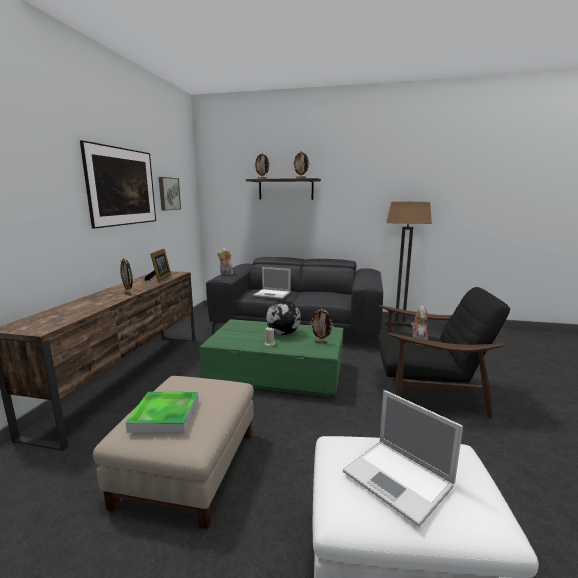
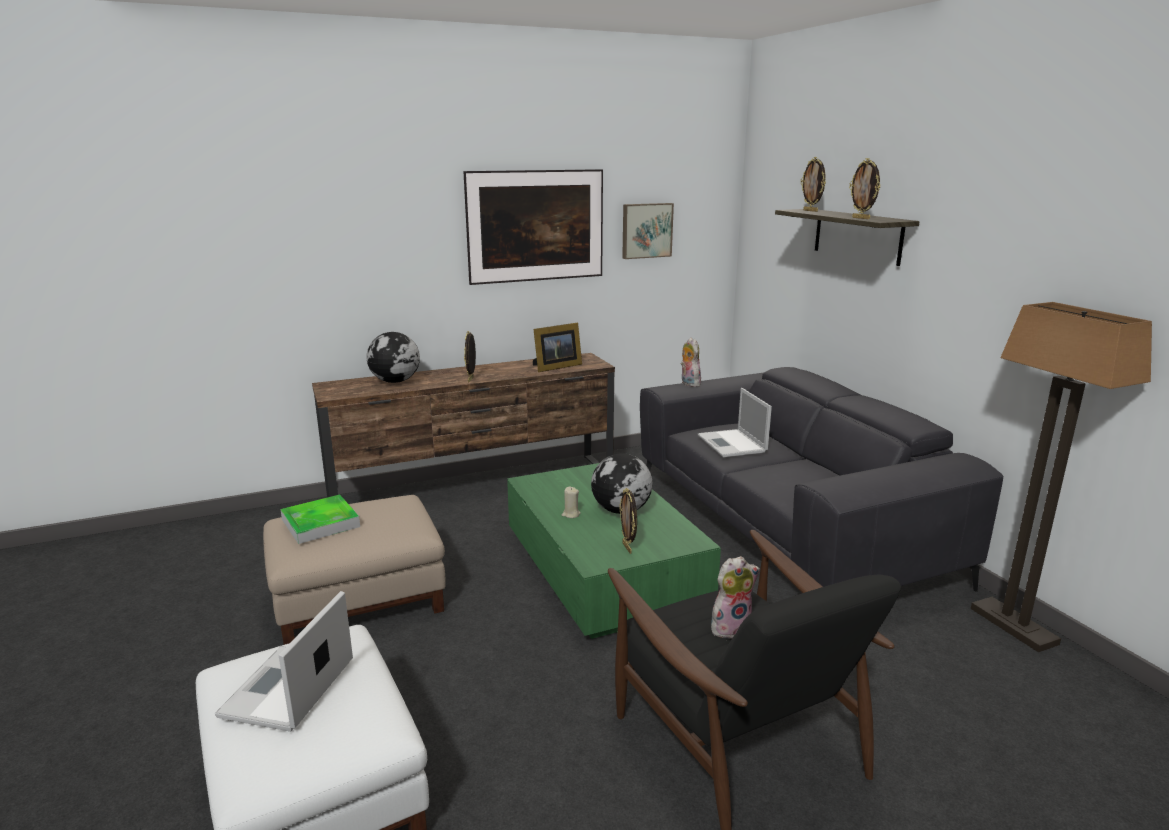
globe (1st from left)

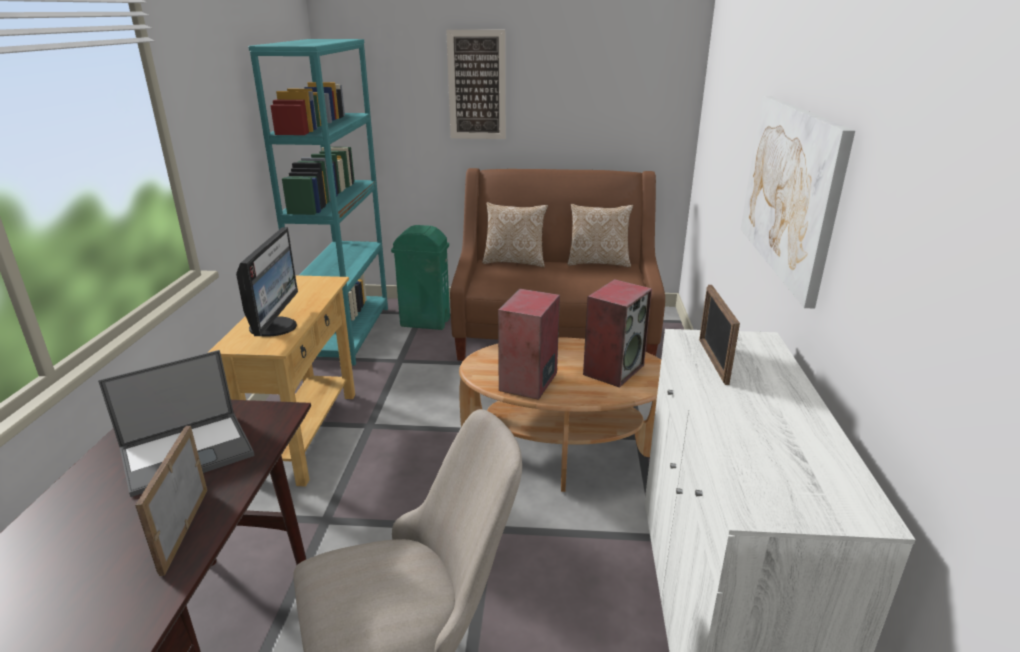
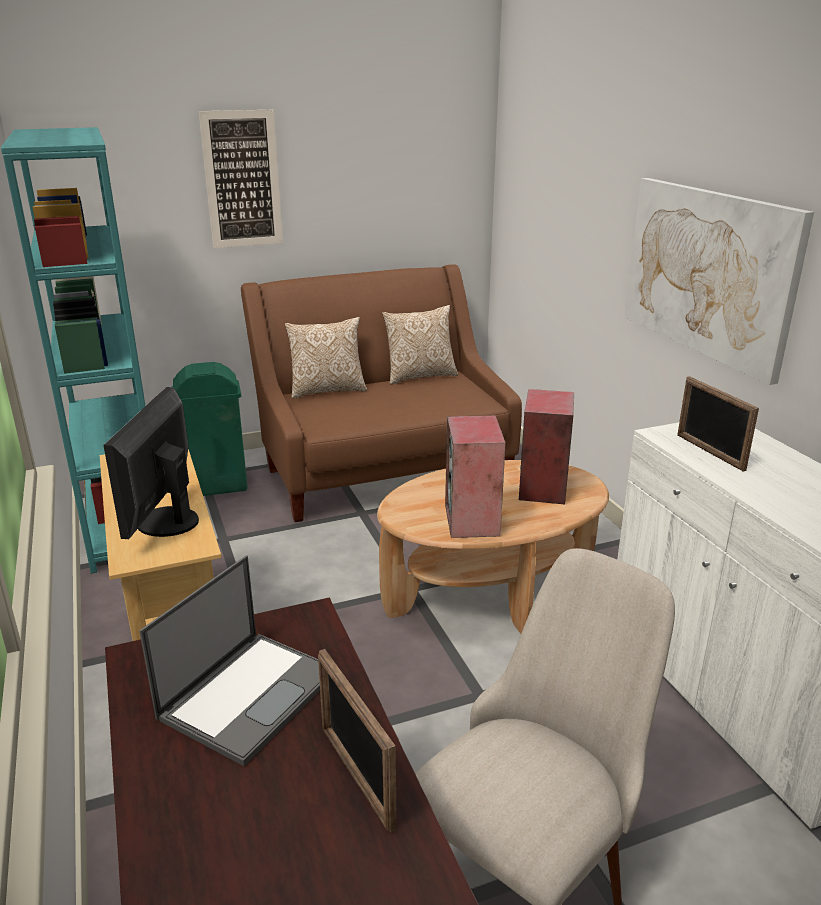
monitor

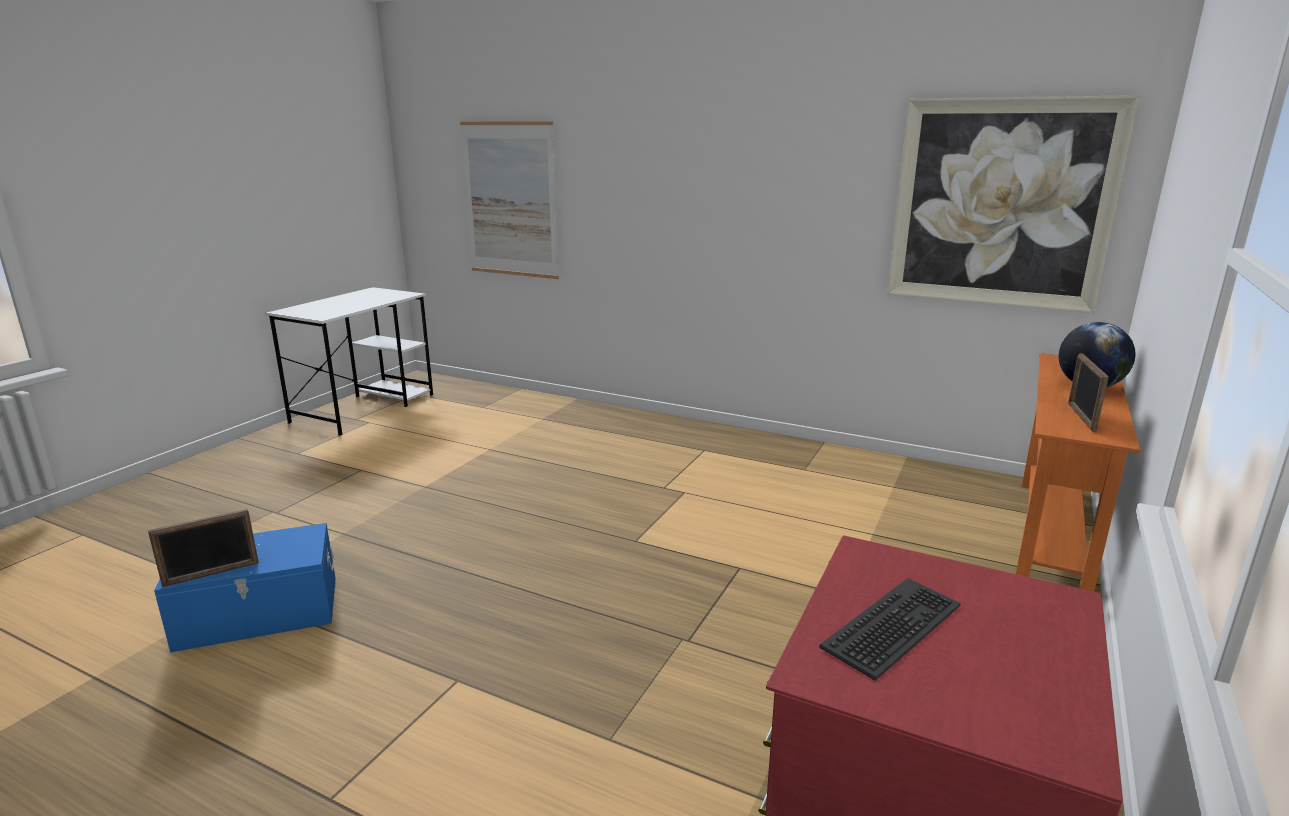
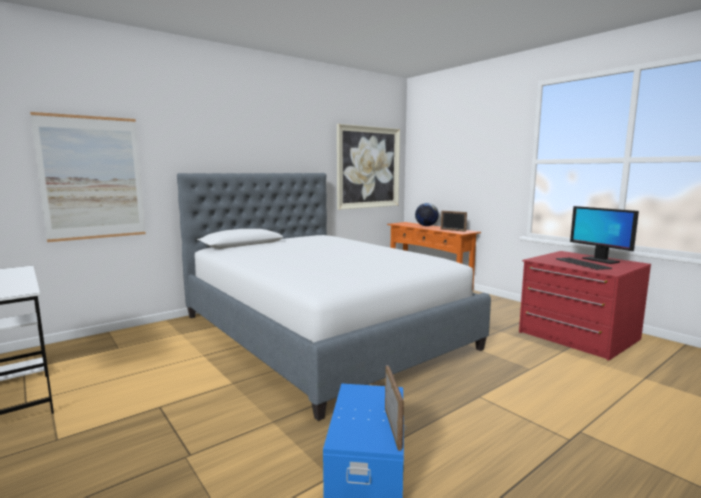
bed
monitor

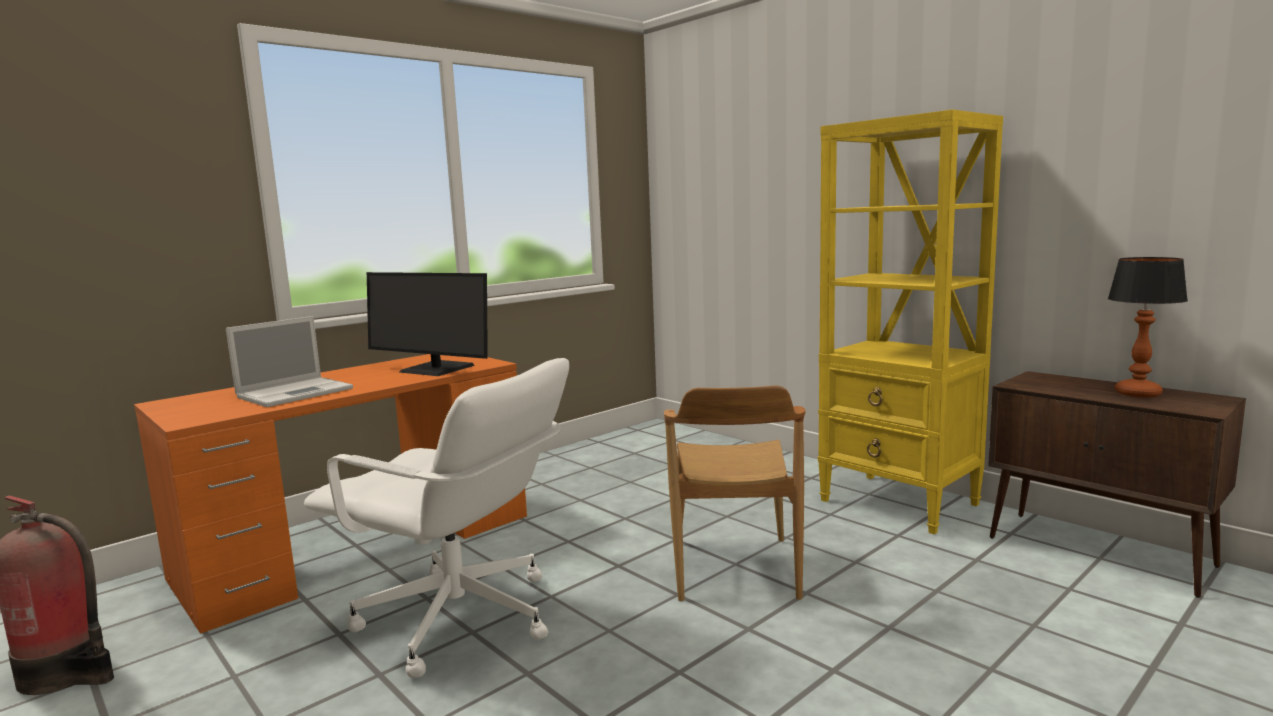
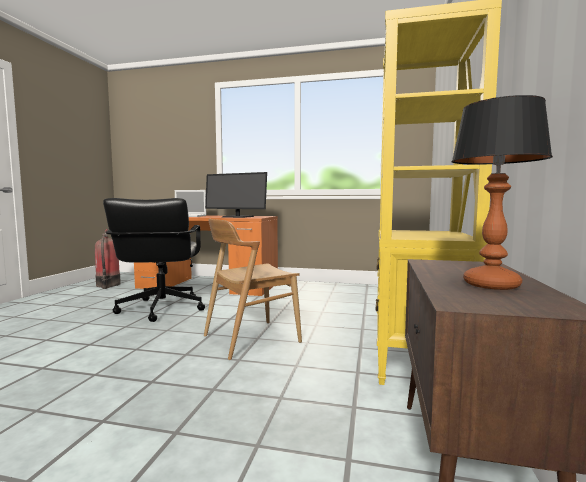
black office chair
monitor

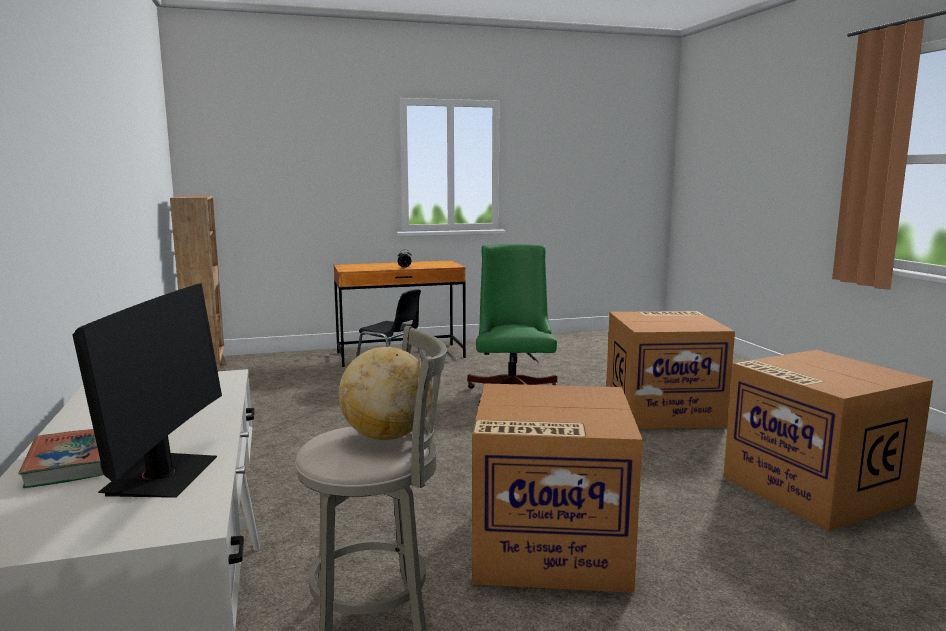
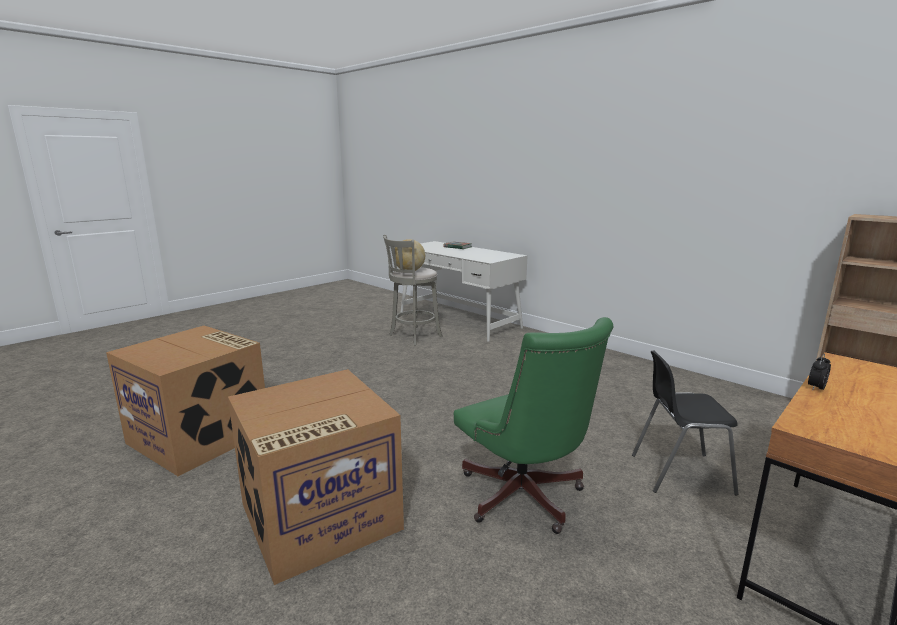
monitor
cardboard box (1st from left in the first image)

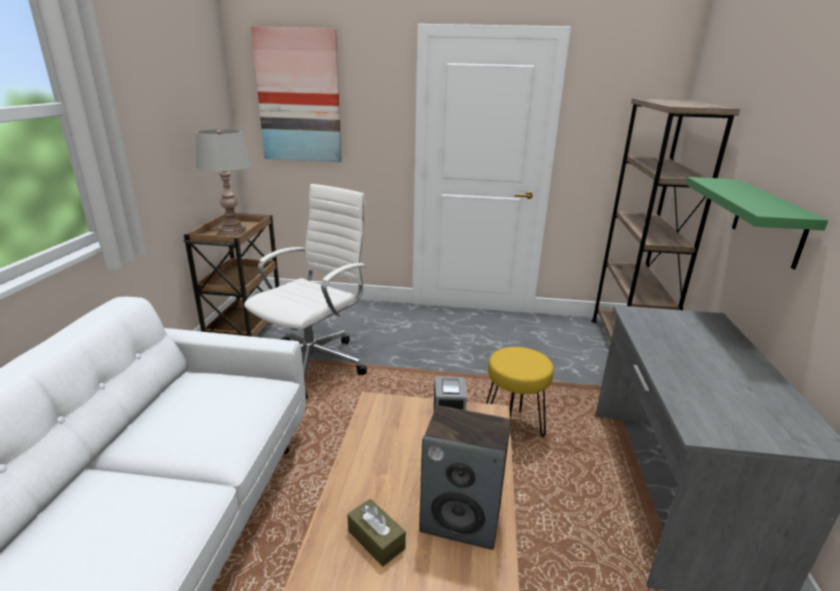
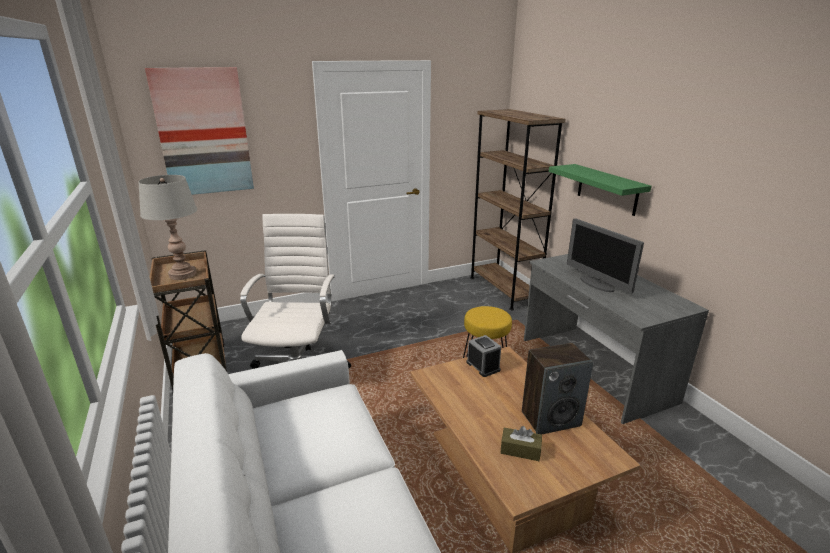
monitor

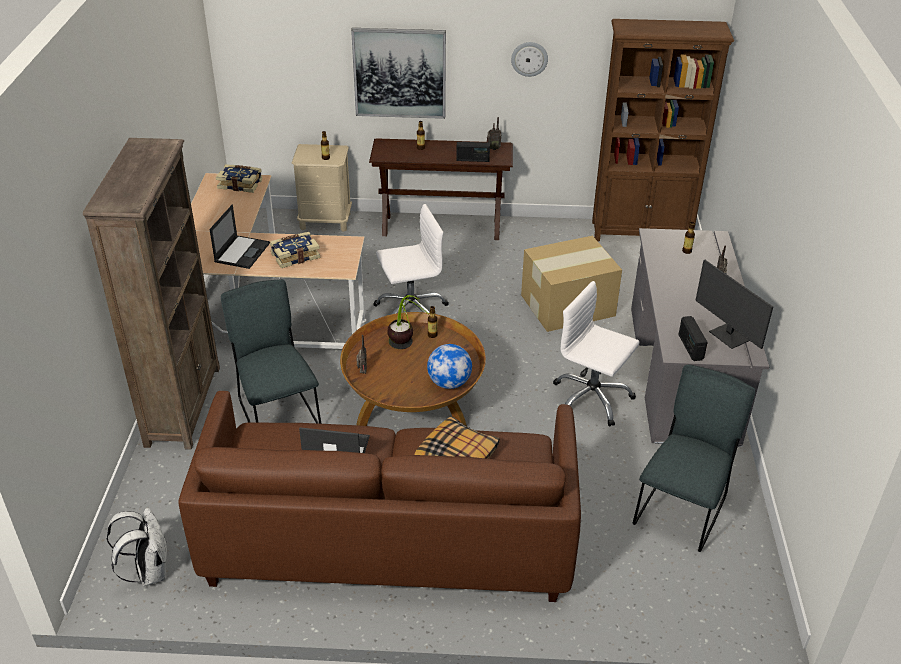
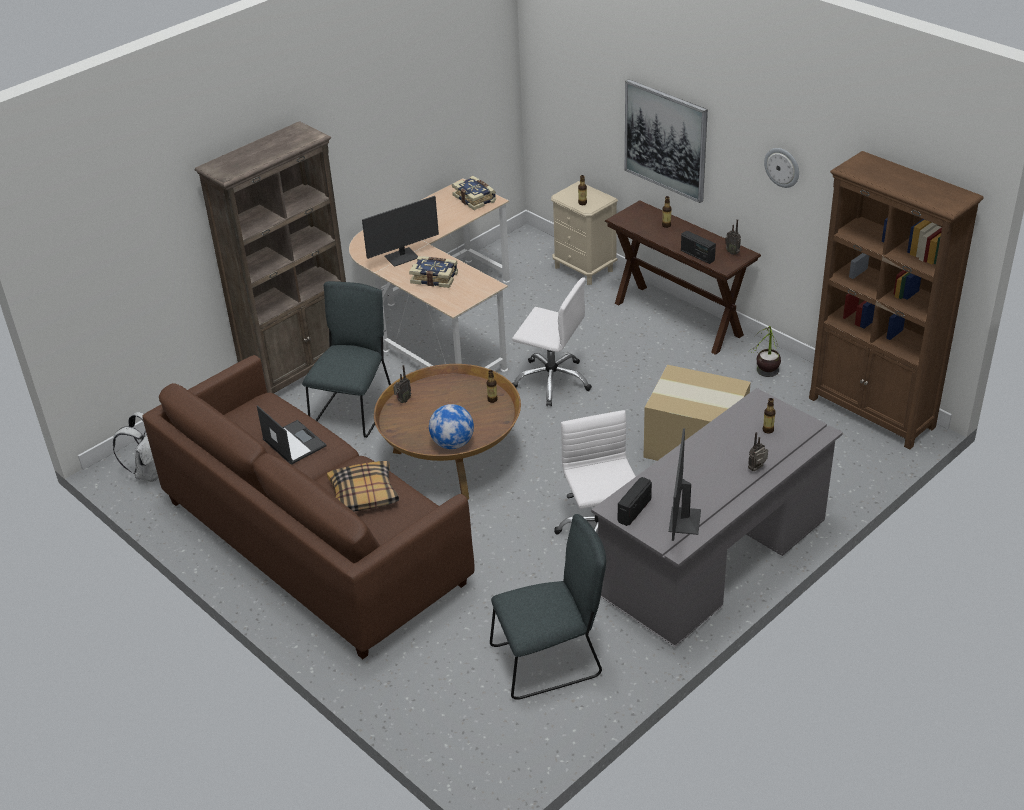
monitor (1st from left)
potted plant

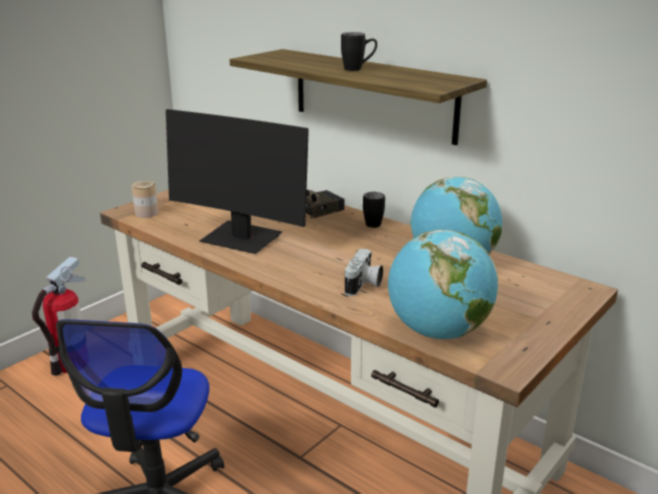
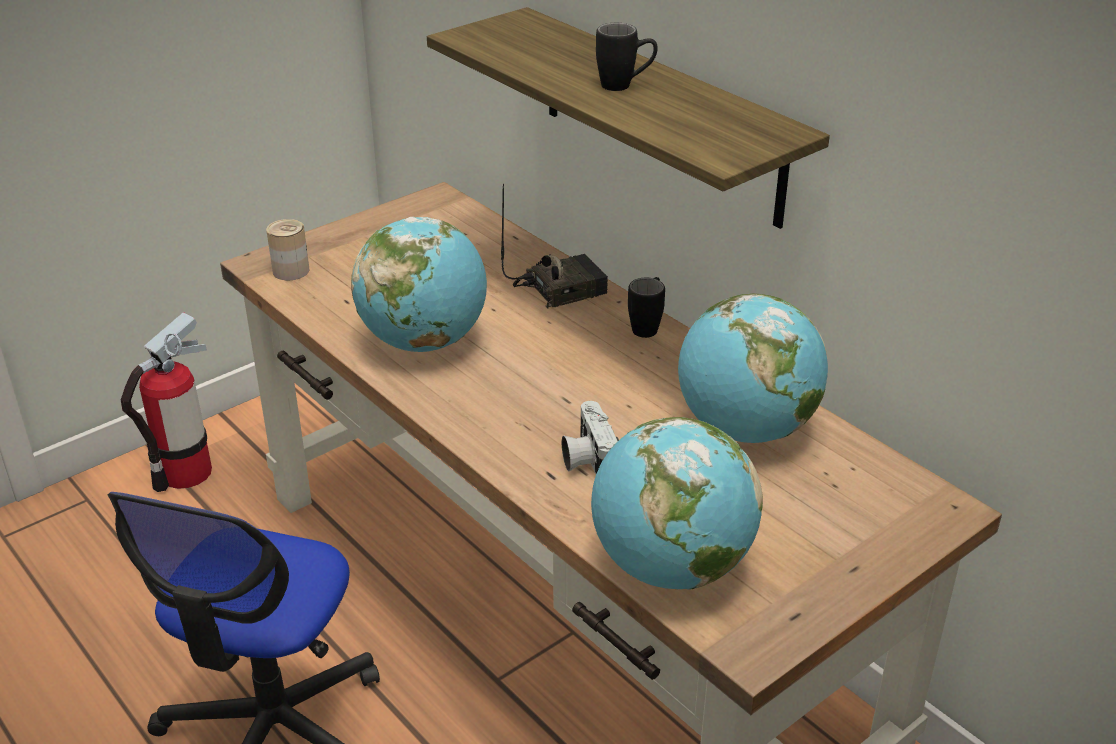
globe (1st from left)
photo camera

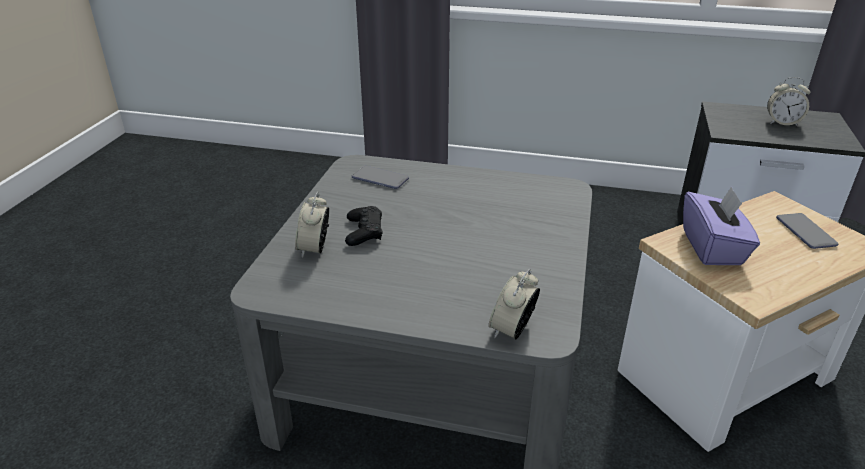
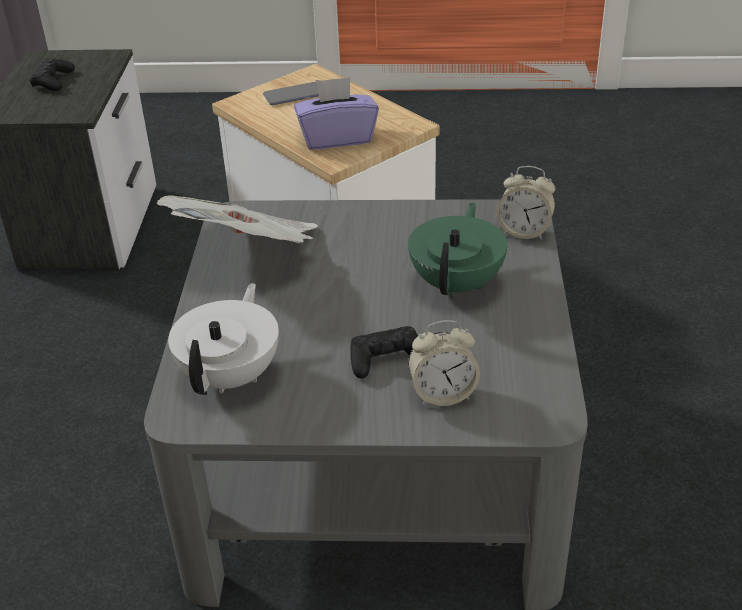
black game controller (1st from left)
newspaper
white teapot
green teapot

